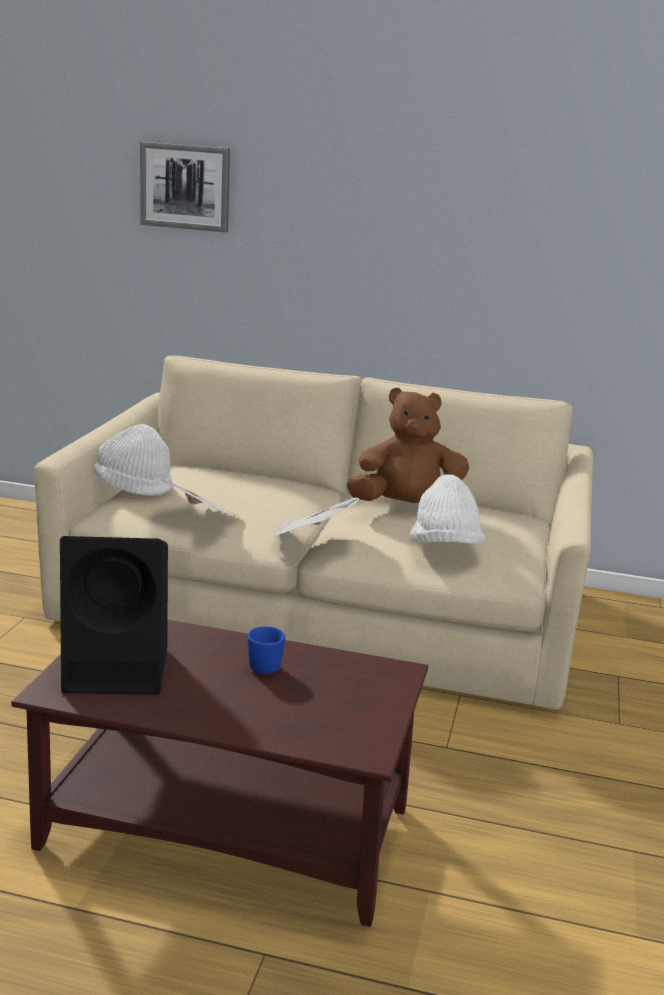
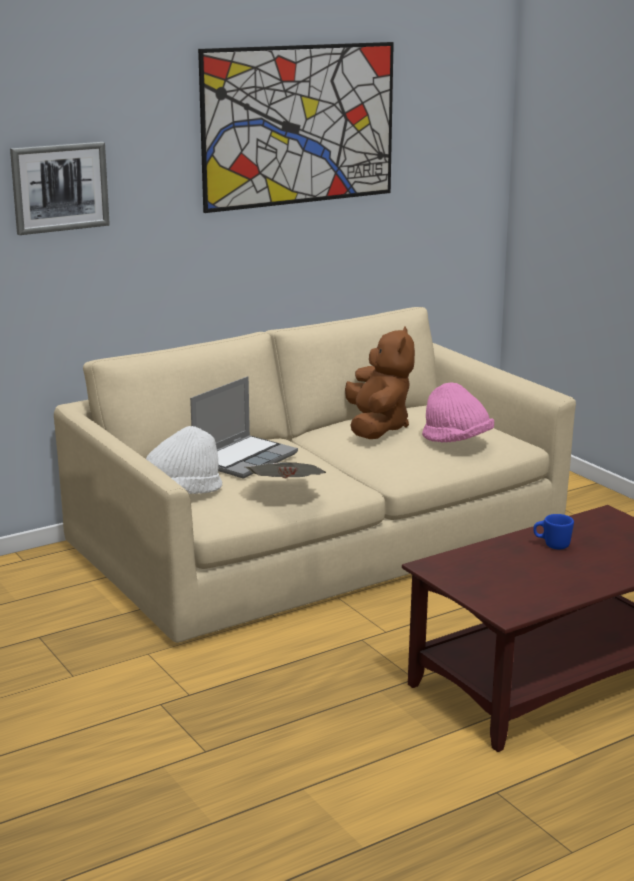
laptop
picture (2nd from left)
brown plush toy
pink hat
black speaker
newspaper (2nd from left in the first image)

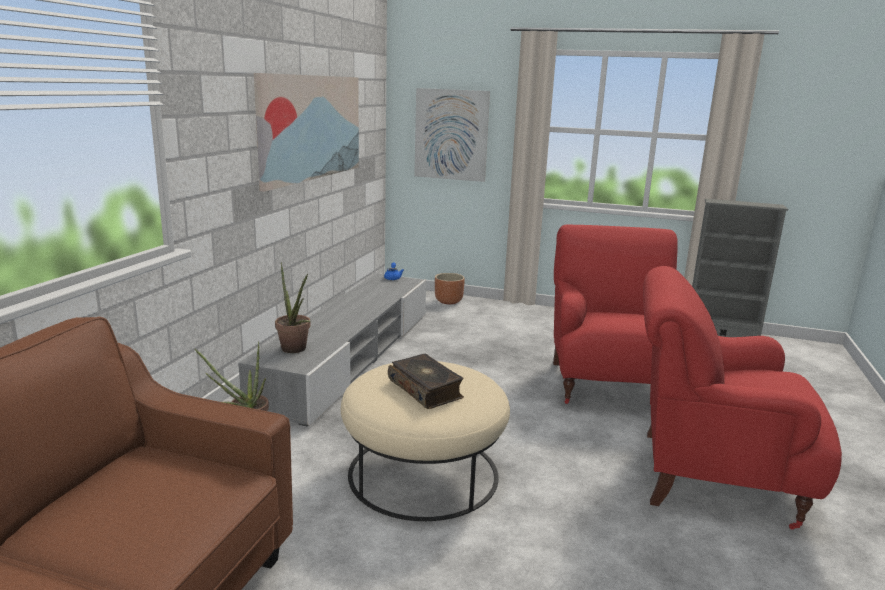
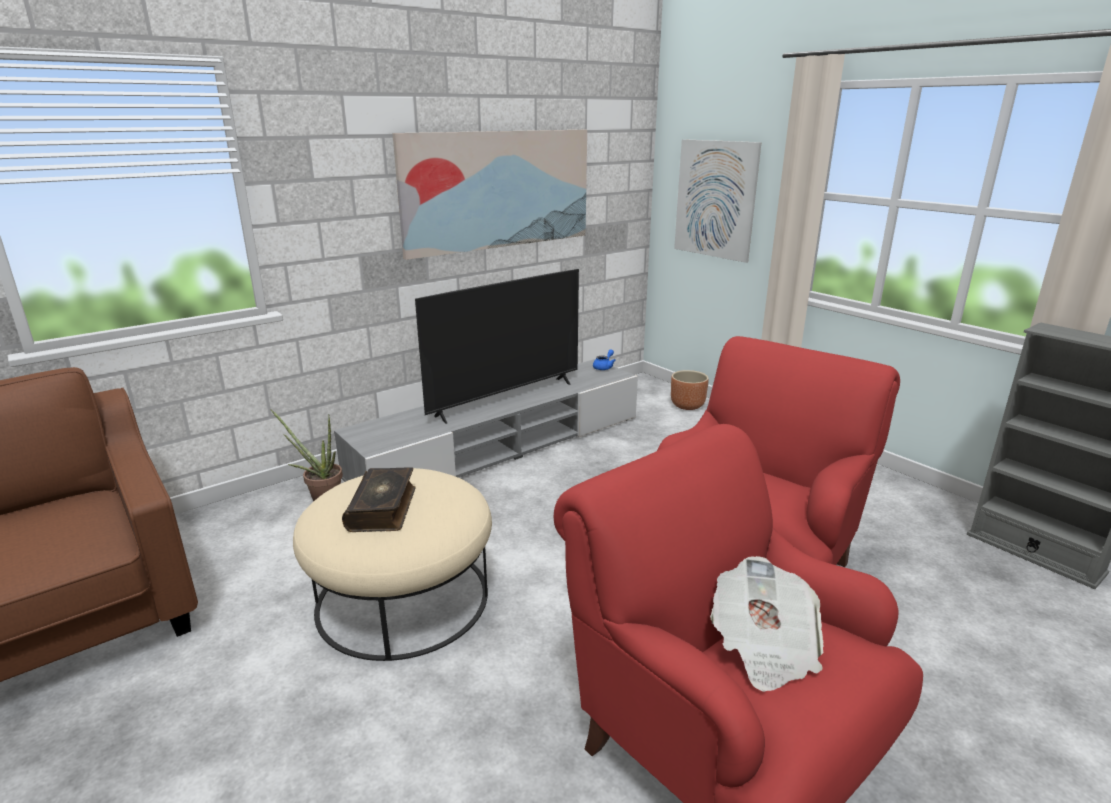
television
newspaper
potted plant (2nd from left in the first image)

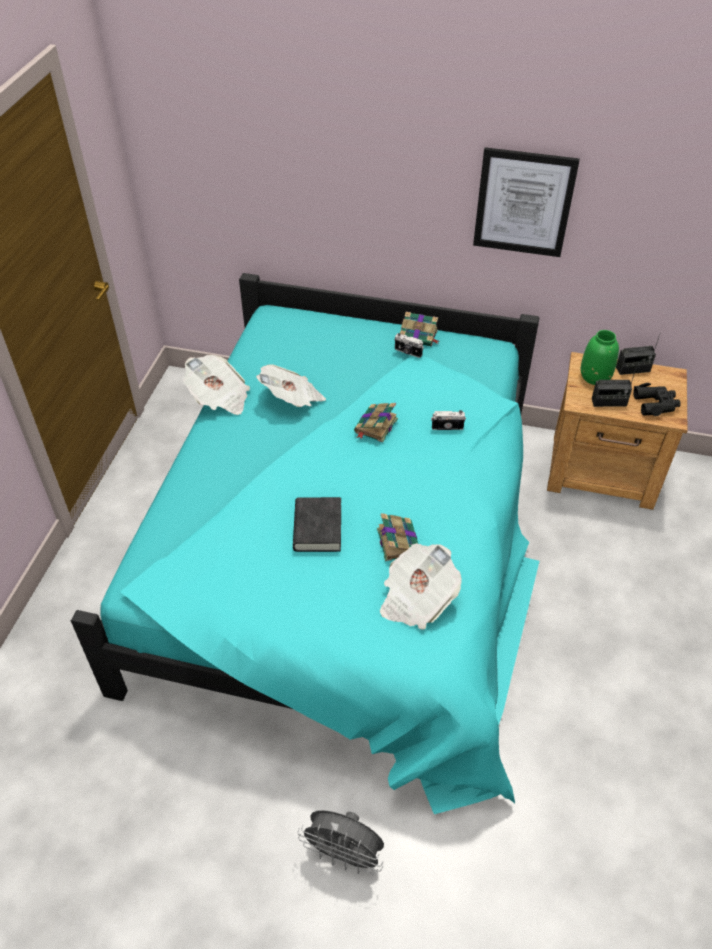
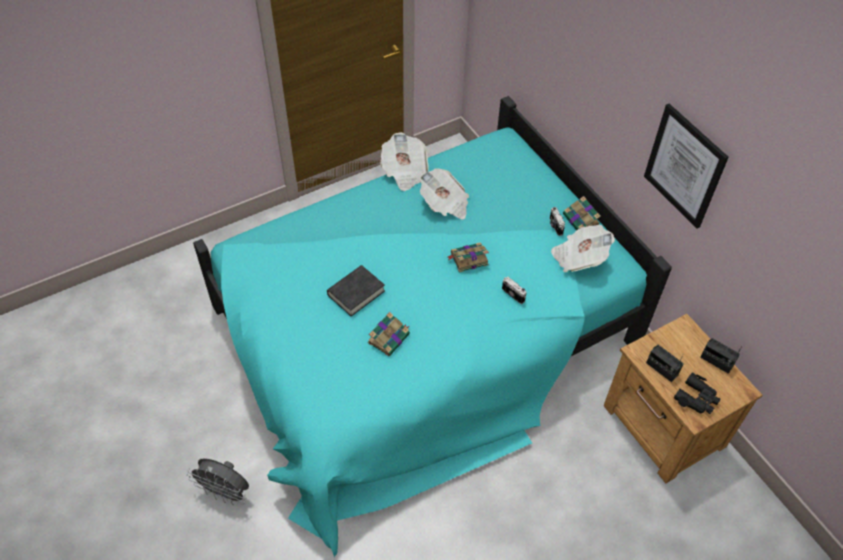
grey fan
newspaper (3rd from left)
green vase

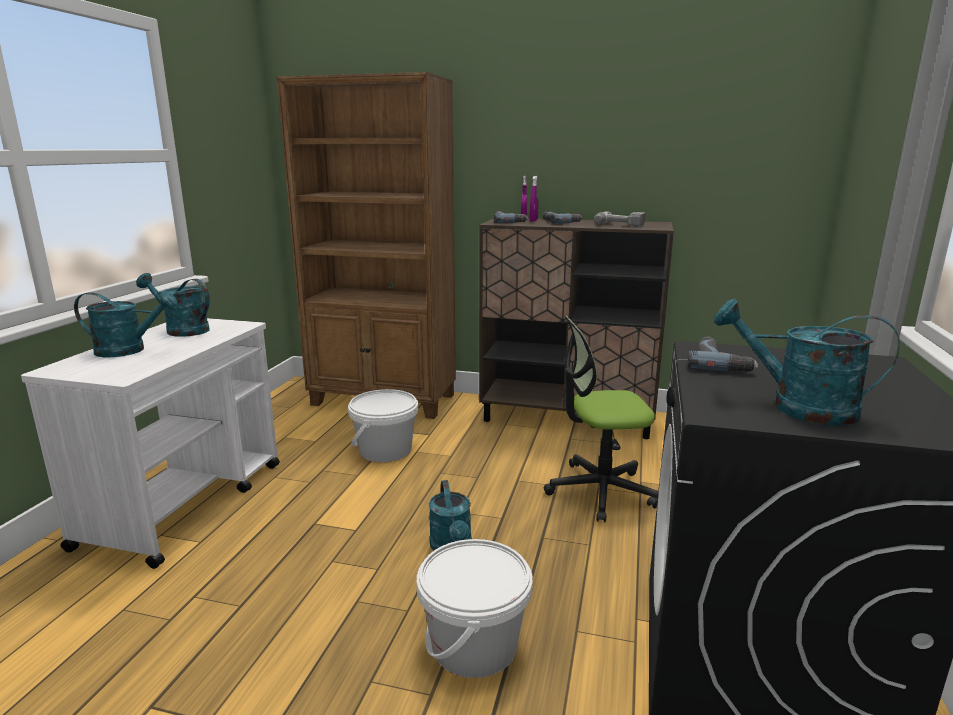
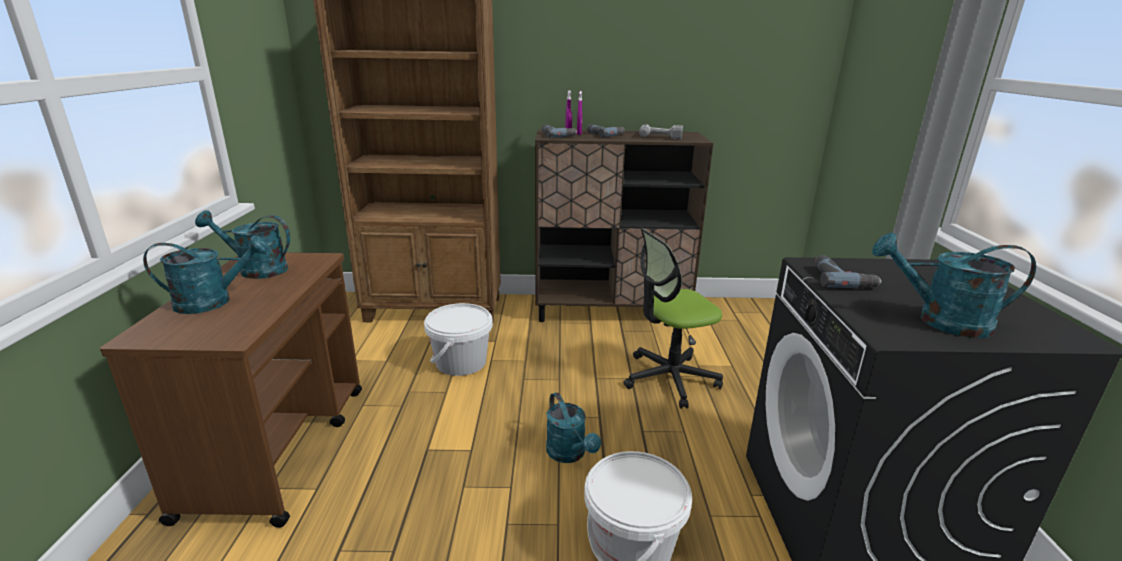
brown cart

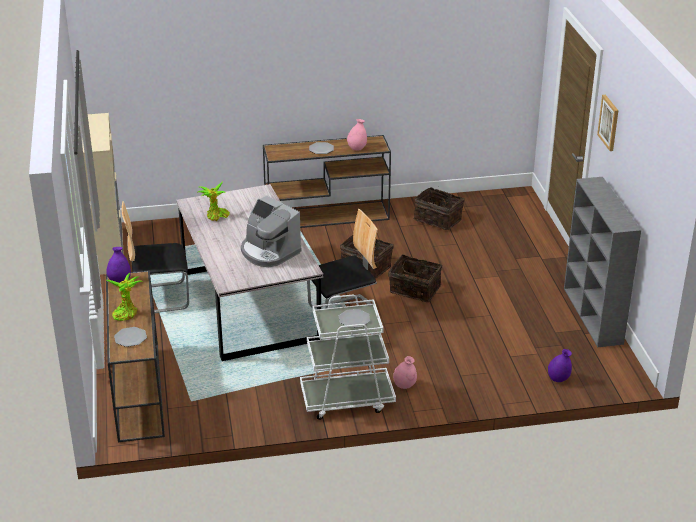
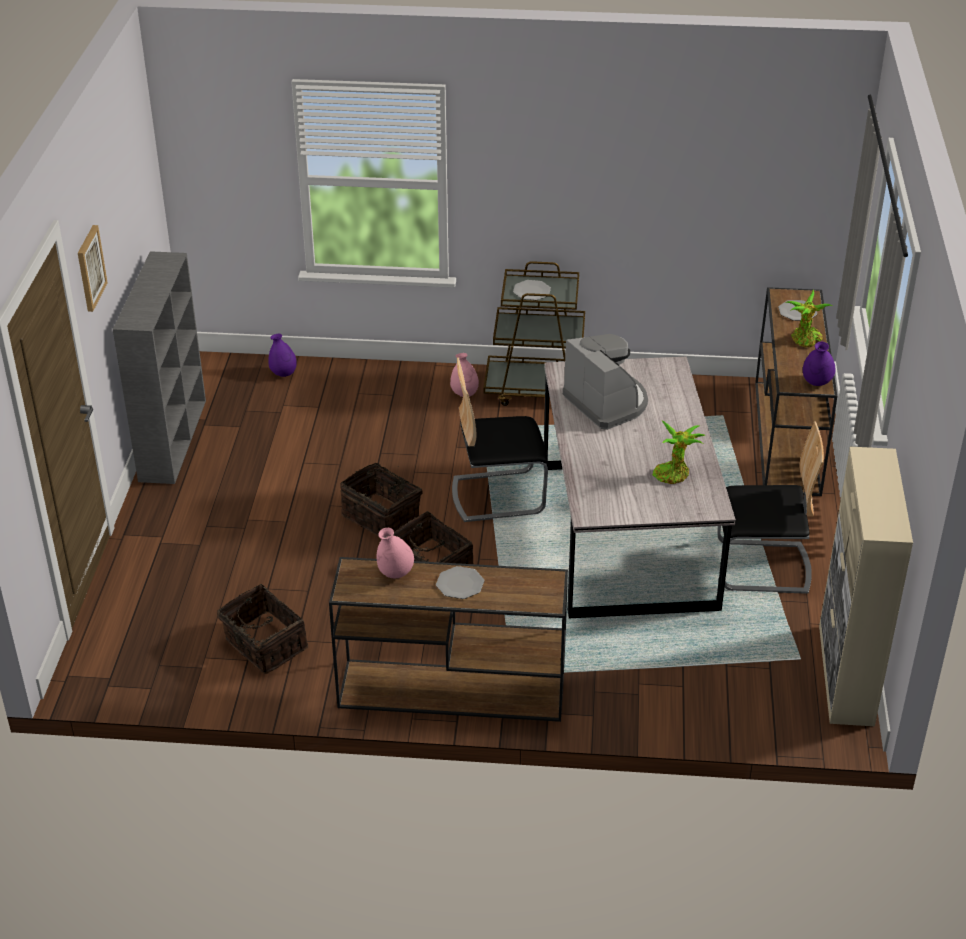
brown cart

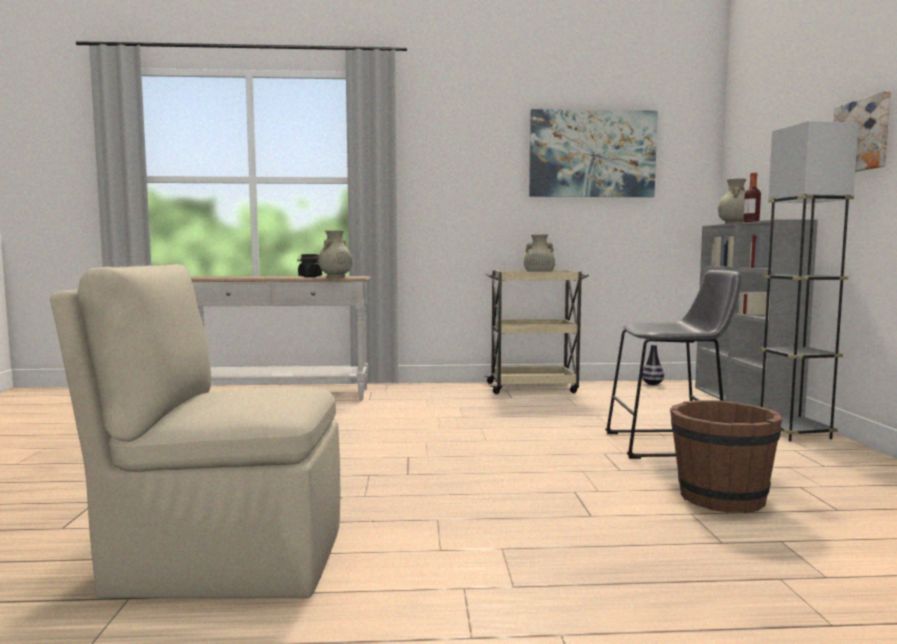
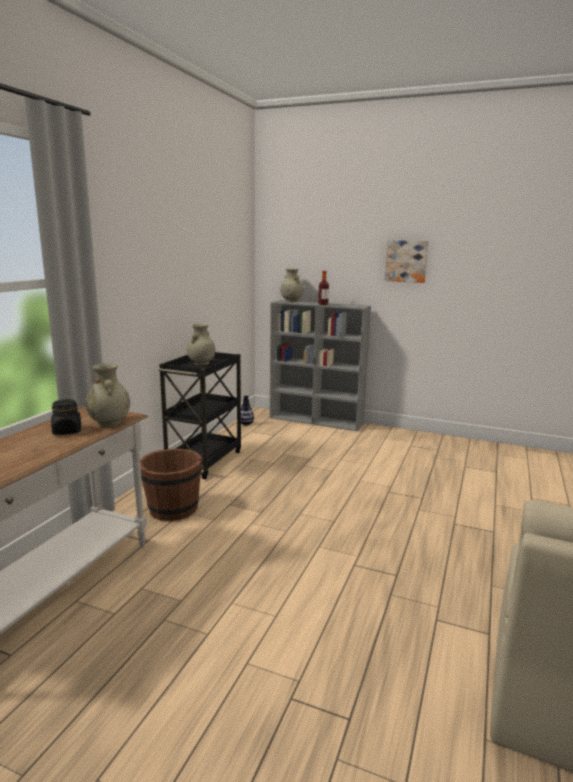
brown bucket
black cart
picture (1st from left in the first image)
grey stool
grey floor lamp

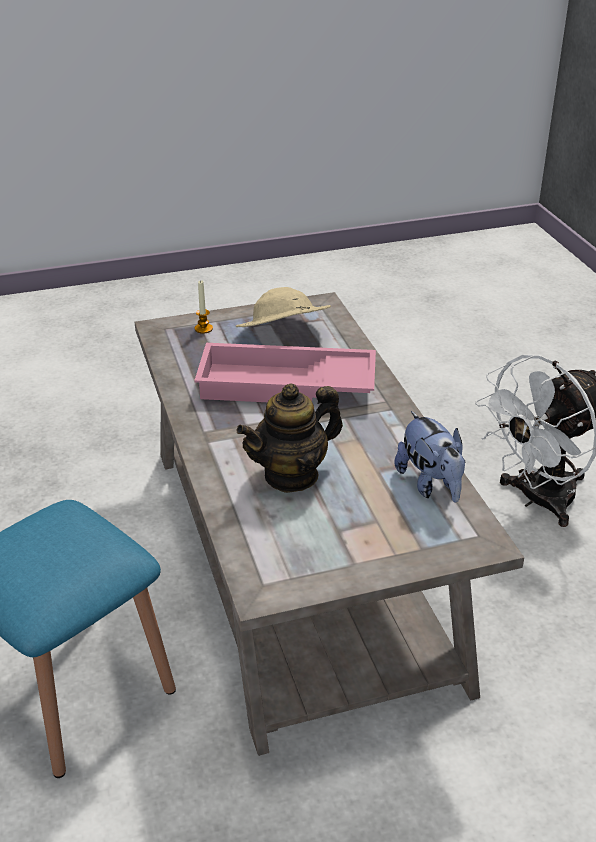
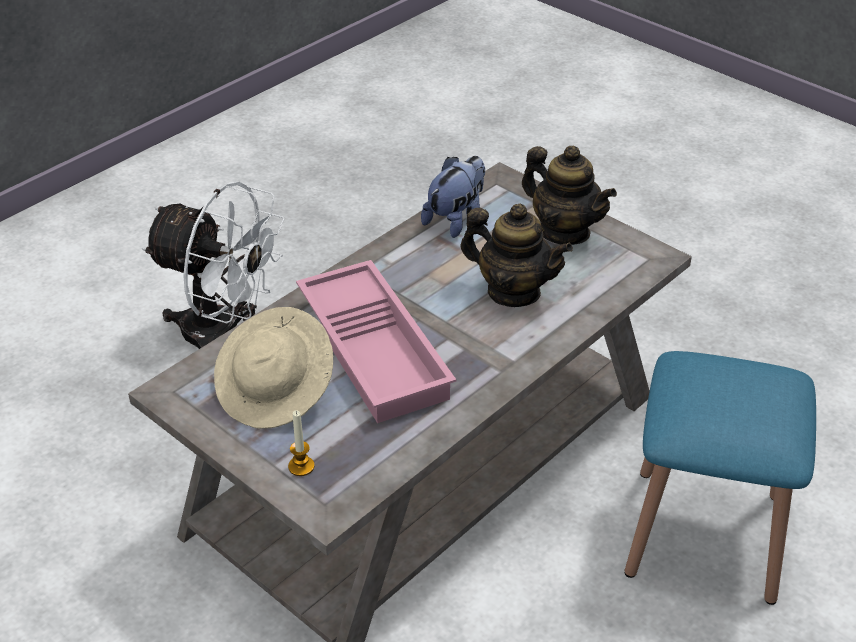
teapot (2nd from left)

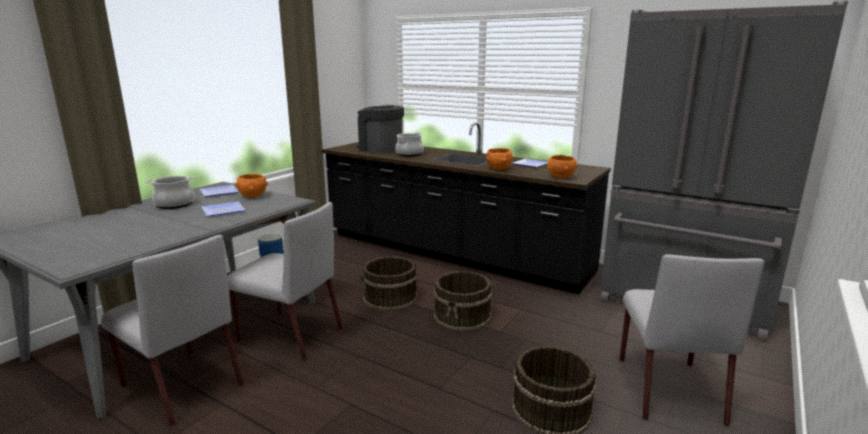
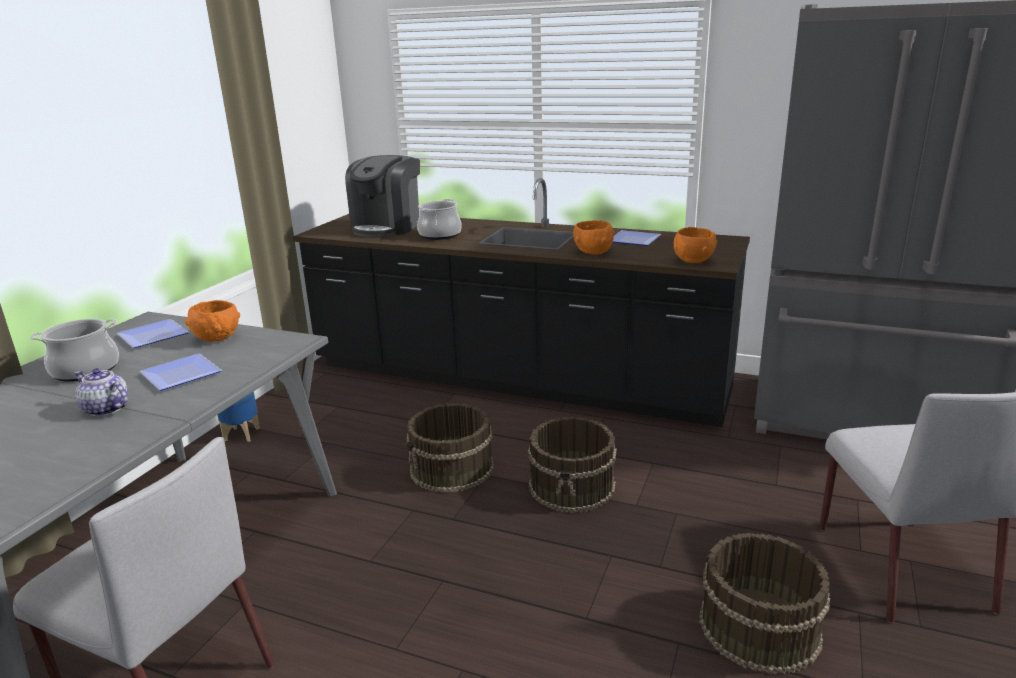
teapot
coffee machine
grey chair (2nd from left in the first image)

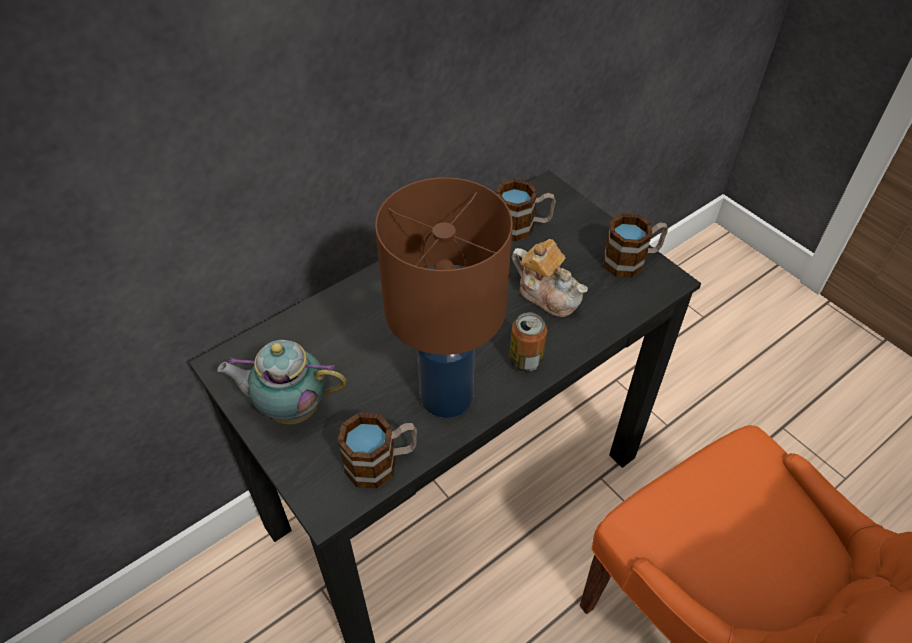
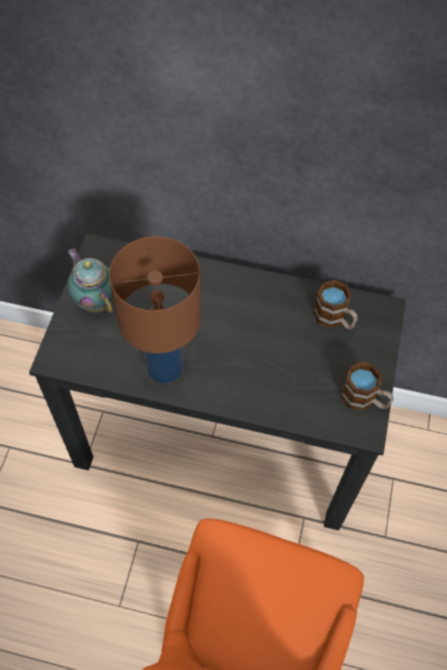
mug (1st from left in the first image)
can
teapot (2nd from left in the first image)

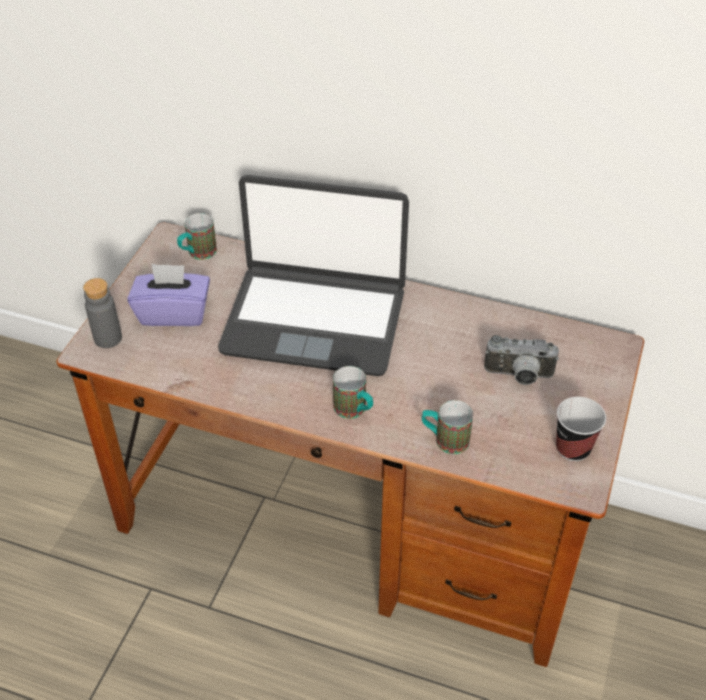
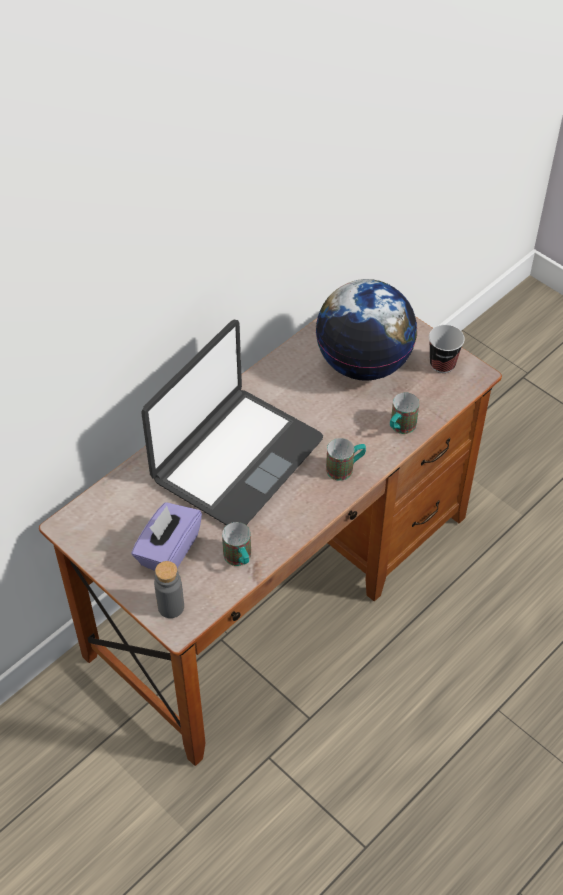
mug (1st from left)
globe

